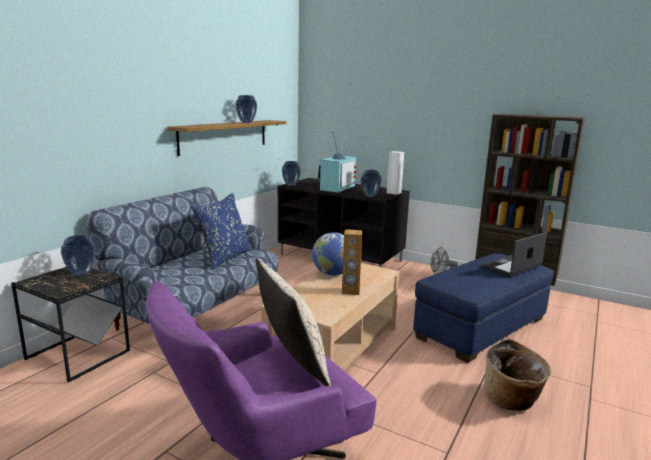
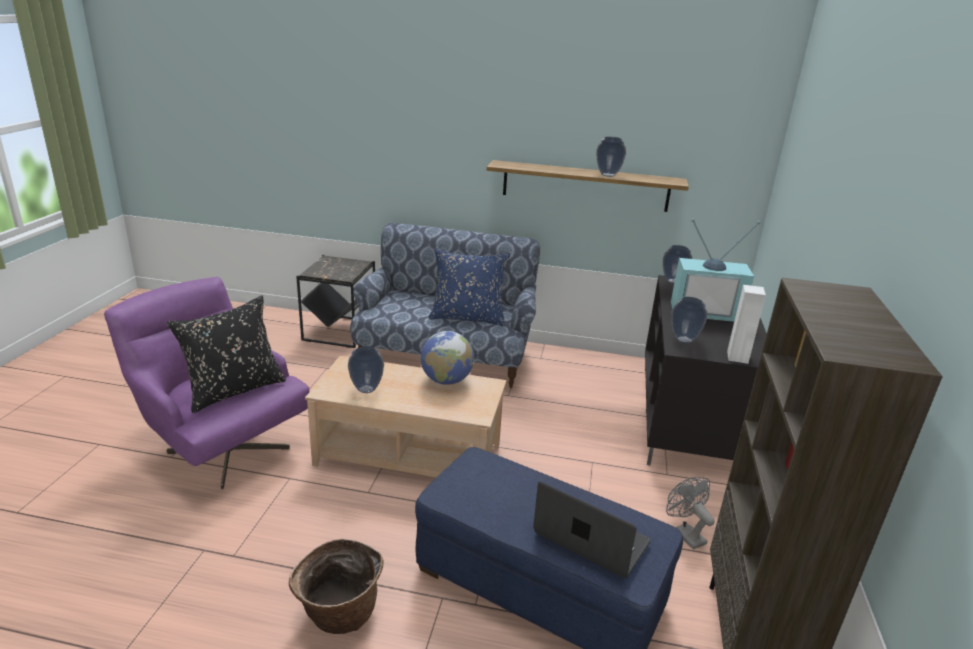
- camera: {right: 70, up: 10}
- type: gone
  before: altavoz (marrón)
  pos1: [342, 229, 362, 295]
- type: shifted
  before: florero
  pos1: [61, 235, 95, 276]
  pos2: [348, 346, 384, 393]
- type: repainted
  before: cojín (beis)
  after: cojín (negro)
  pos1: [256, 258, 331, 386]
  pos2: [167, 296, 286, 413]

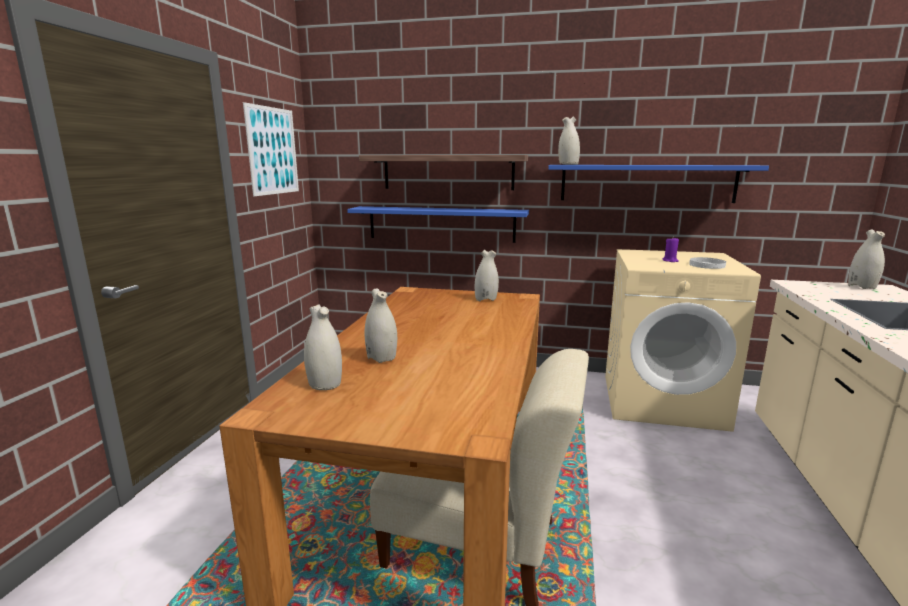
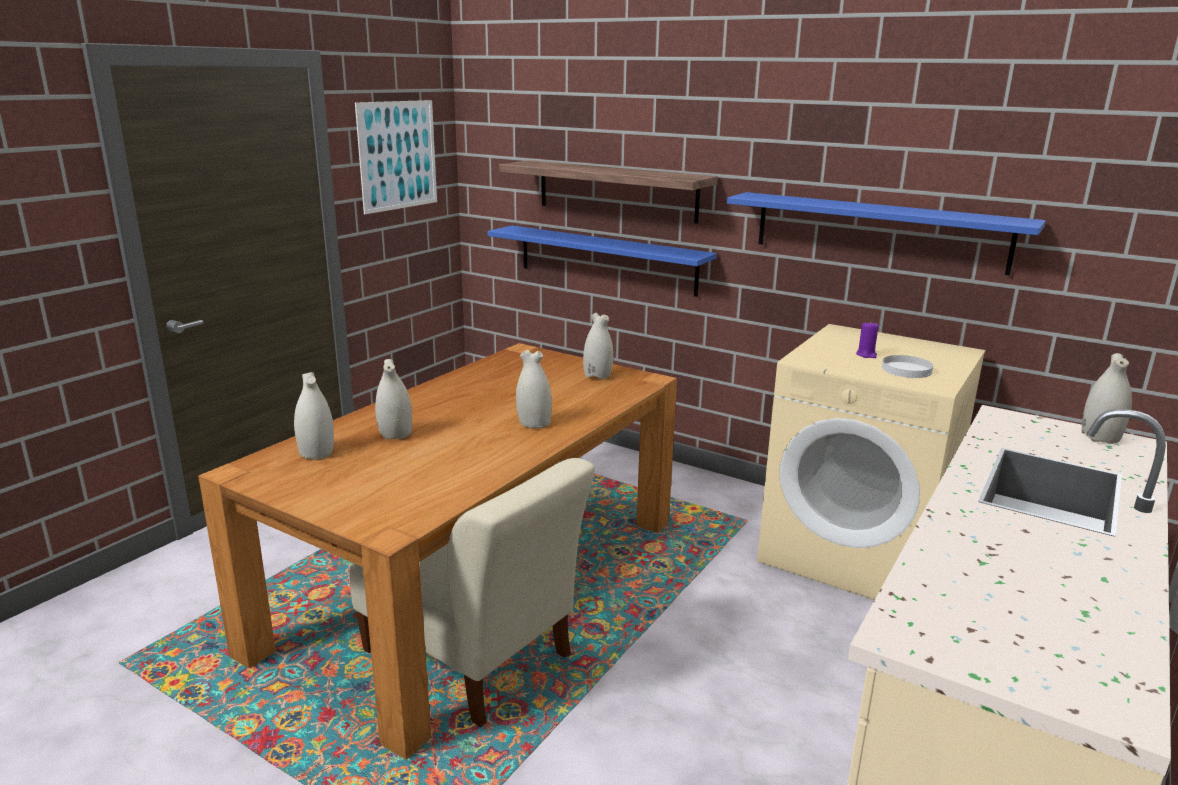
- camera: {right: 20, up: 5}
- type: shifted
  before: florero (blanco)
  pos1: [558, 117, 580, 165]
  pos2: [516, 350, 552, 429]

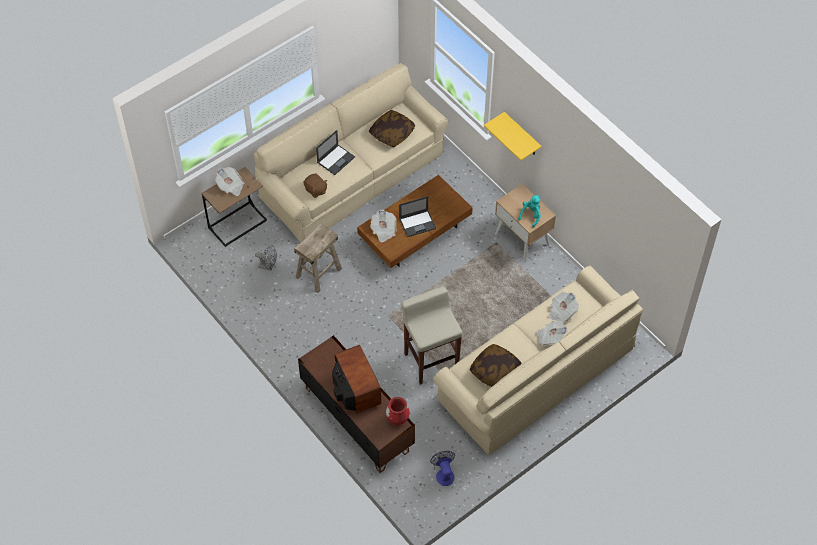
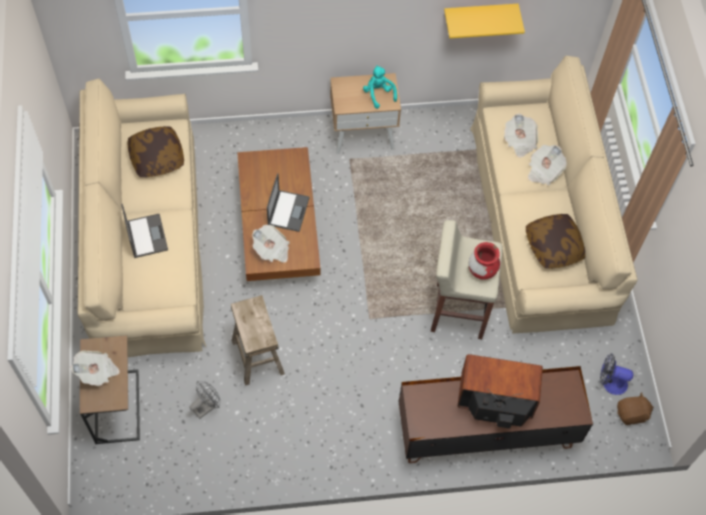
- camera: {right: -60, up: 5}
- type: shifted
  before: estante (amarillo)
  pos1: [484, 112, 541, 161]
  pos2: [444, 4, 525, 38]
- type: shifted
  before: peluche (marrón)
  pos1: [303, 173, 327, 198]
  pos2: [617, 392, 653, 425]
- type: shifted
  before: florero (rojo)
  pos1: [386, 397, 410, 425]
  pos2: [468, 242, 500, 280]

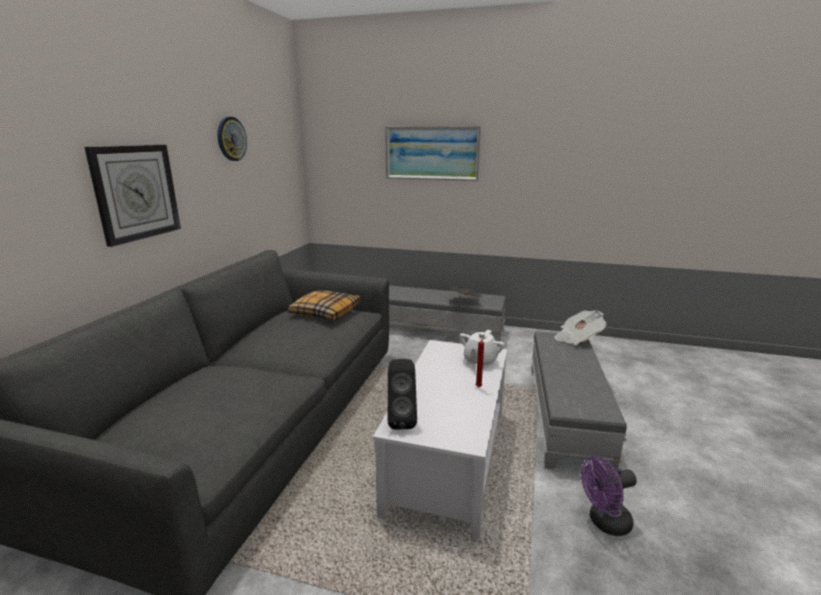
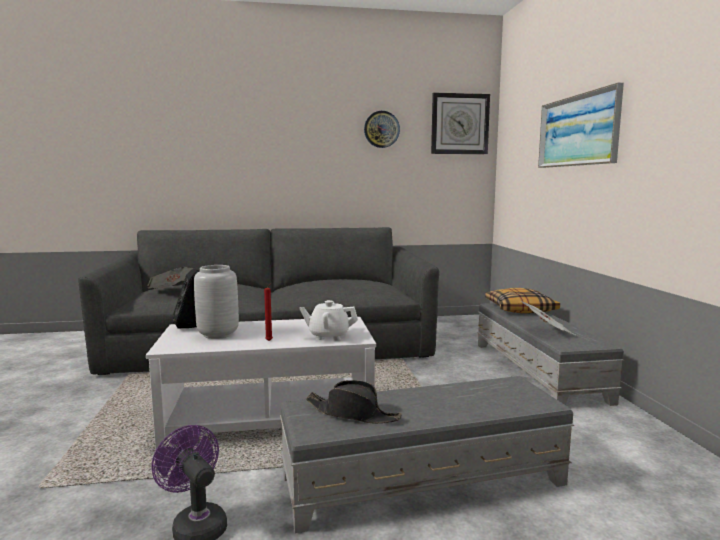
- camera: {right: 65, up: -10}
- type: shifted
  before: reloj de pared
  pos1: [84, 145, 181, 247]
  pos2: [431, 92, 490, 154]
- type: shifted
  before: cojín
  pos1: [288, 290, 360, 320]
  pos2: [485, 288, 560, 314]
- type: shifted
  before: periódico
  pos1: [554, 311, 606, 345]
  pos2: [148, 267, 194, 288]
- type: new
  after: florero (gris)
  pos2: [194, 265, 239, 339]
- type: new
  after: sombrero (negro)
  pos2: [306, 380, 402, 424]

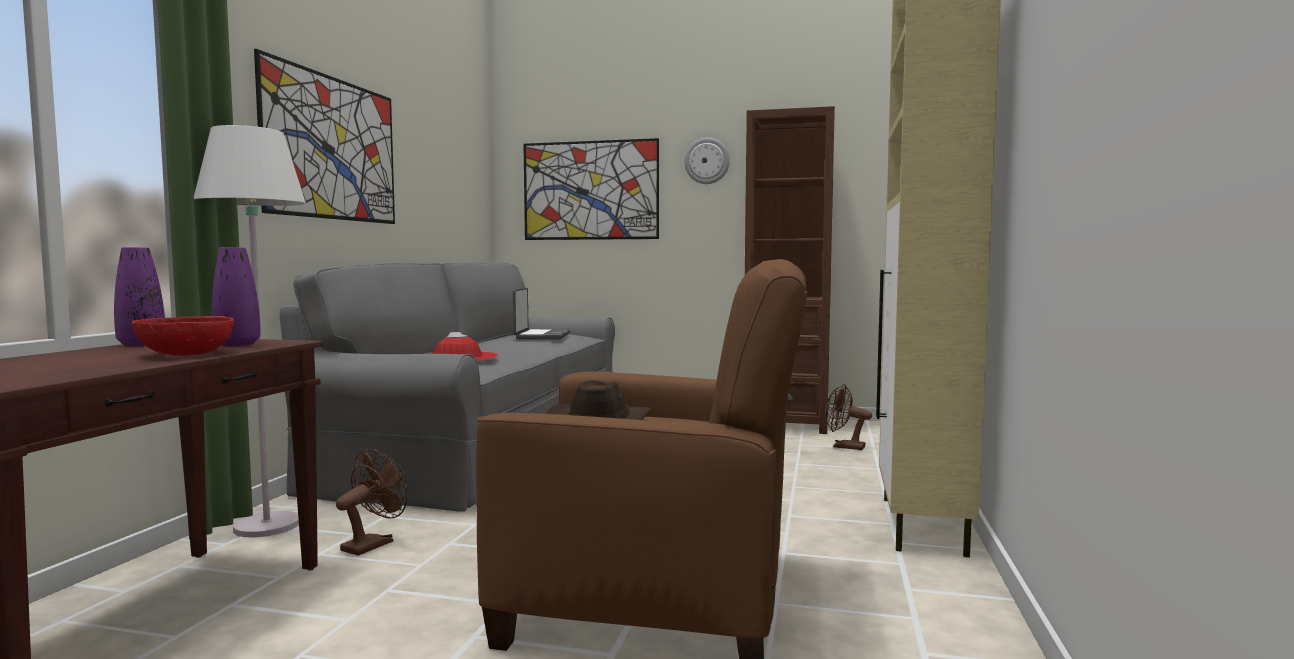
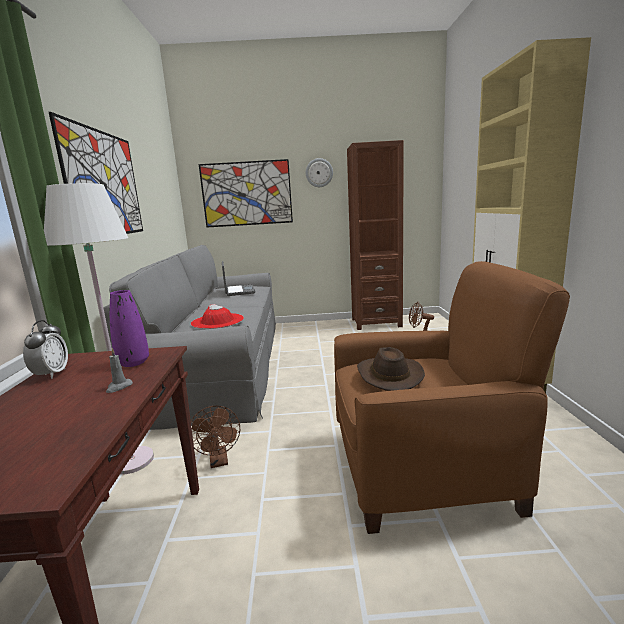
- camera: {right: -15, up: 10}
- type: swapped
  before: florero (morado)
  after: despertador
  pos1: [114, 247, 165, 346]
  pos2: [23, 320, 68, 379]
- type: swapped
  before: cuenco (rojo)
  after: vela (gris)
  pos1: [132, 316, 234, 356]
  pos2: [106, 348, 133, 393]
- type: rotated
  before: ventilador (marrón)
  pos1: [336, 449, 408, 556]
  pos2: [191, 406, 240, 468]
  turn: 150

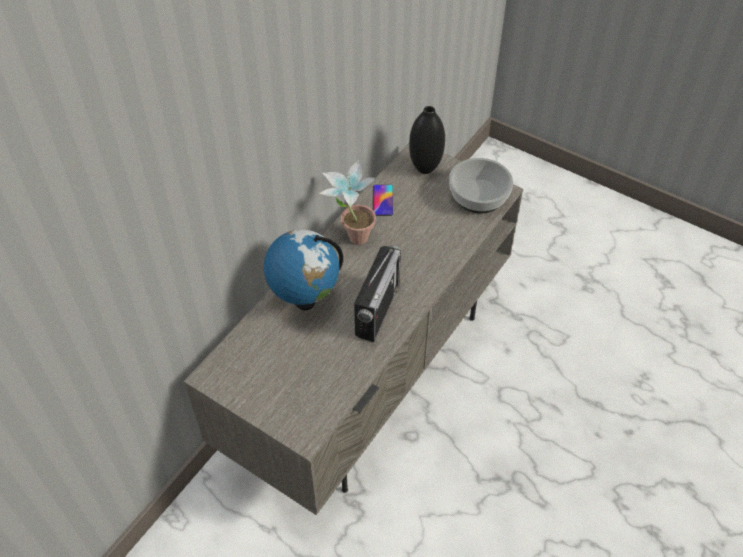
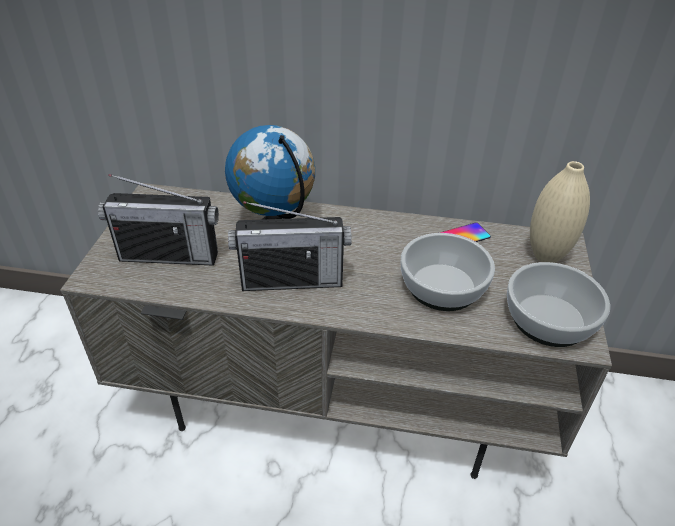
- camera: {right: 65, up: -10}
- type: repainted
  before: florero (negro)
  after: florero (beis)
  pos1: [409, 106, 445, 174]
  pos2: [530, 161, 590, 263]
- type: gone
  before: planta en maceta
  pos1: [319, 158, 376, 245]
- type: new
  after: radio
  pos2: [98, 174, 219, 266]
- type: new
  after: cuenco
  pos2: [401, 233, 495, 311]

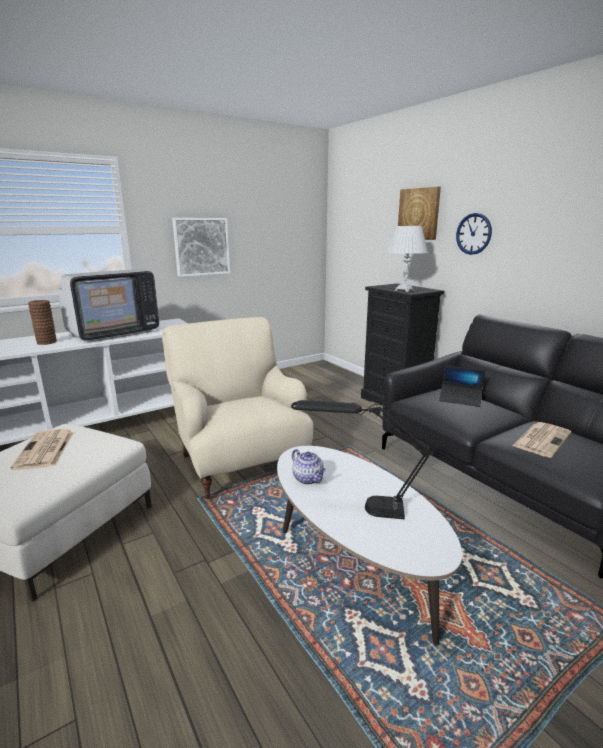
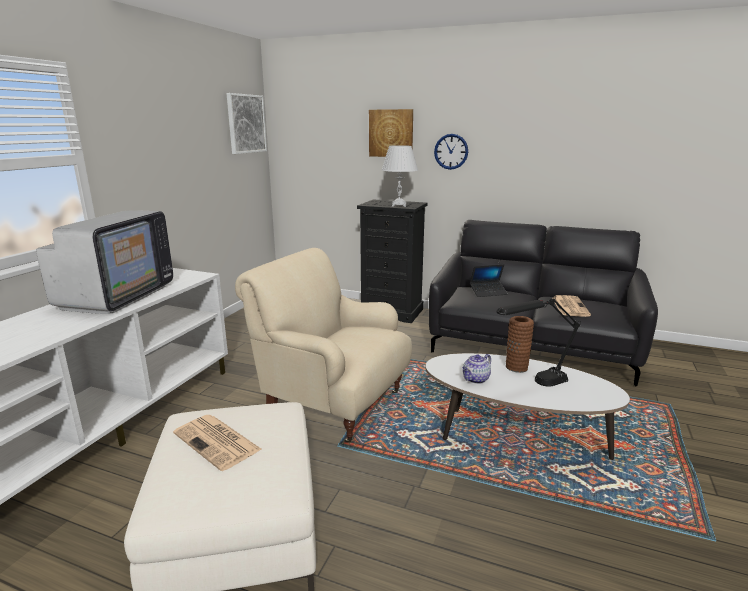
- camera: {right: -35, up: 0}
- type: shifted
  before: cuadro
  pos1: [172, 218, 230, 277]
  pos2: [226, 93, 267, 154]
- type: shifted
  before: florero (marrón)
  pos1: [28, 300, 57, 345]
  pos2: [506, 316, 534, 373]
- type: rotated
  before: tetera
  pos1: [292, 449, 326, 484]
  pos2: [462, 354, 491, 384]
  turn: 120

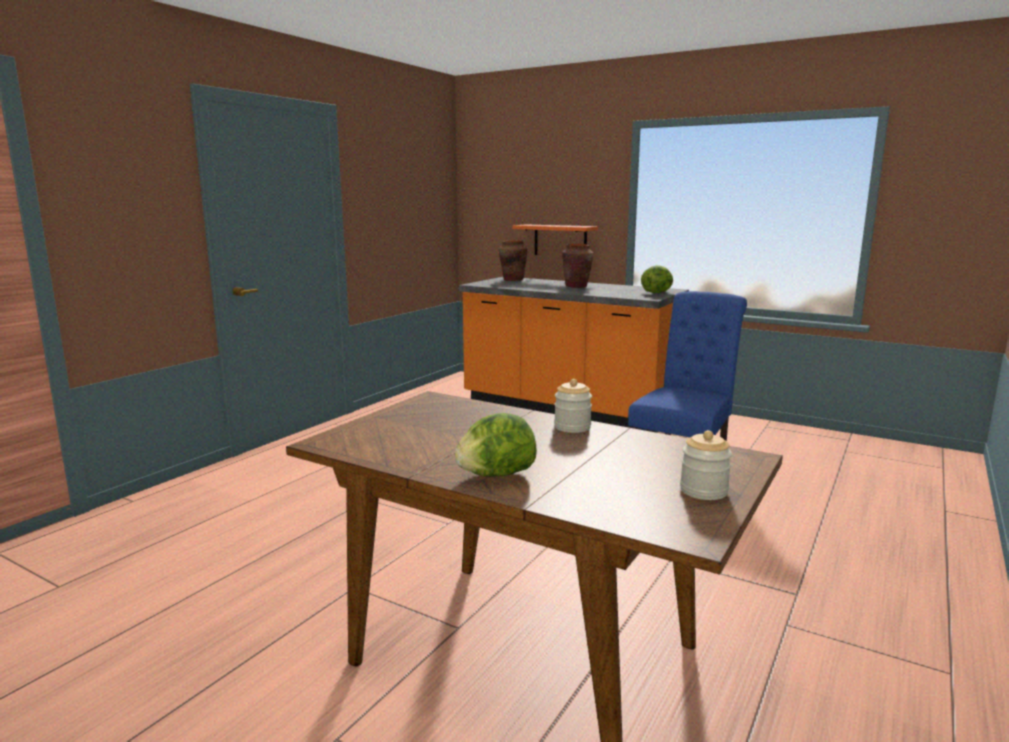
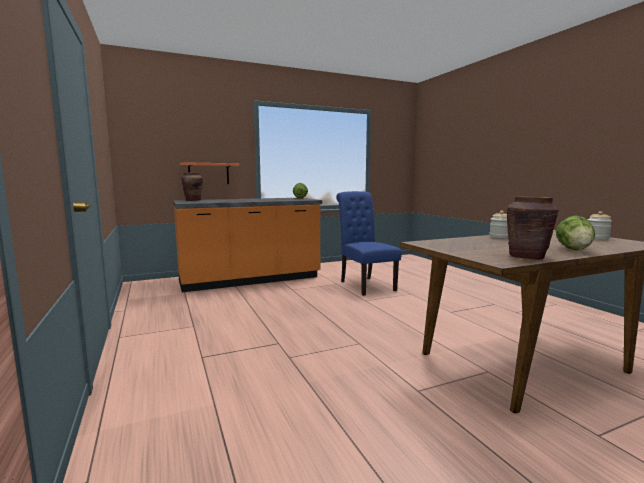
- camera: {right: -55, up: -5}
- type: shifted
  before: florero (marrón)
  pos1: [562, 244, 593, 288]
  pos2: [507, 196, 559, 260]

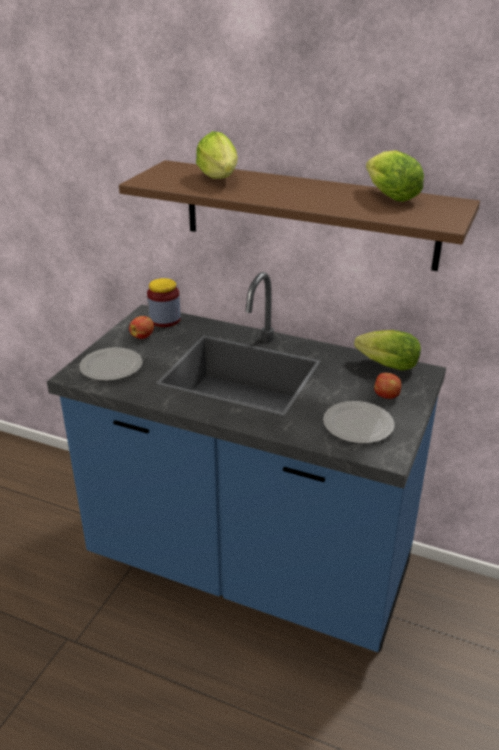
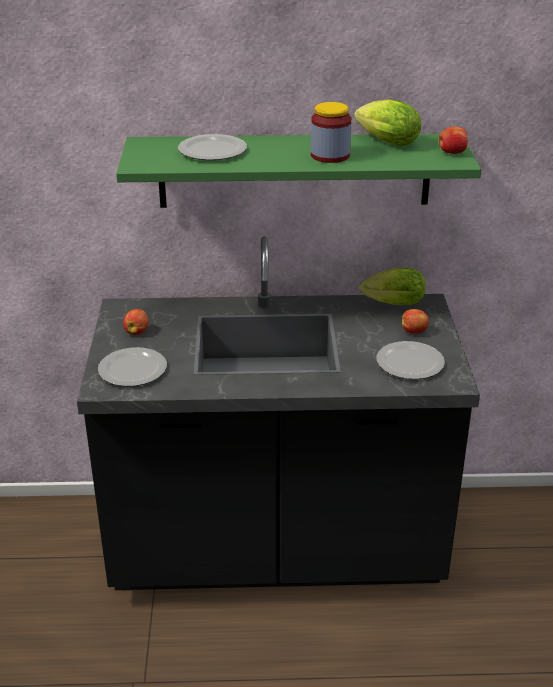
- camera: {right: -25, up: 0}
- type: swapped
  before: lechuga
  after: plato
  pos1: [196, 131, 238, 179]
  pos2: [178, 134, 247, 160]
- type: repainted
  before: estante (marrón)
  after: estante (verde)
  pos1: [119, 160, 480, 271]
  pos2: [116, 134, 481, 208]
- type: repainted
  before: mueble bajo de cocina (azul)
  after: mueble bajo de cocina (negro)
  pos1: [47, 272, 446, 652]
  pos2: [77, 237, 480, 590]
- type: shifted
  before: tarro
  pos1: [147, 278, 181, 327]
  pos2: [311, 102, 351, 163]
- type: new
  after: manzana
  pos2: [439, 127, 468, 154]

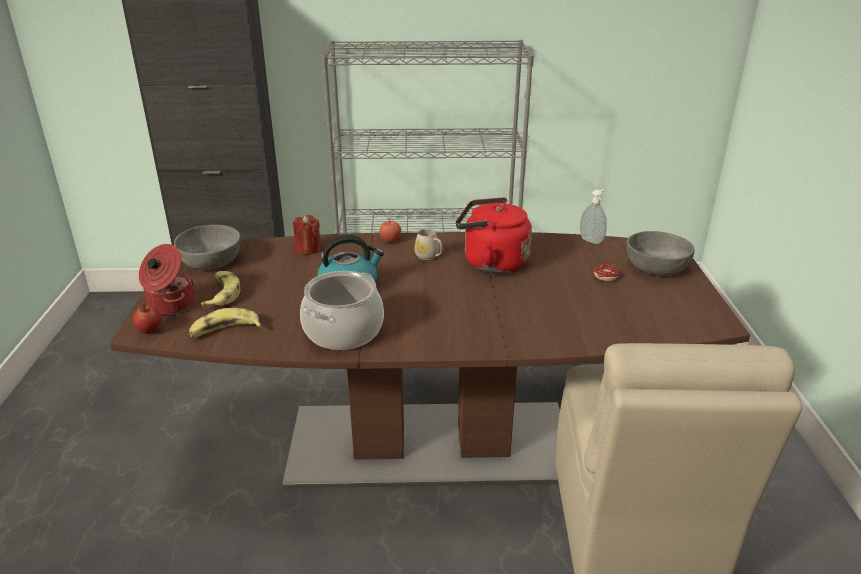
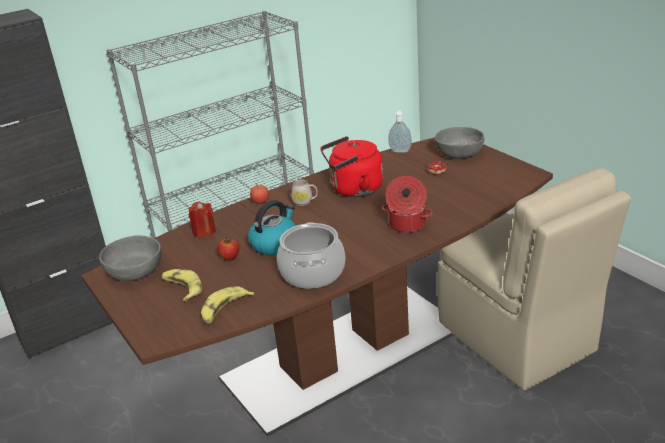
- camera: {right: -30, up: 0}
- type: shifted
  before: olla
  pos1: [139, 244, 195, 315]
  pos2: [382, 176, 433, 233]
- type: shifted
  before: manzana
  pos1: [133, 304, 162, 334]
  pos2: [218, 237, 240, 261]

